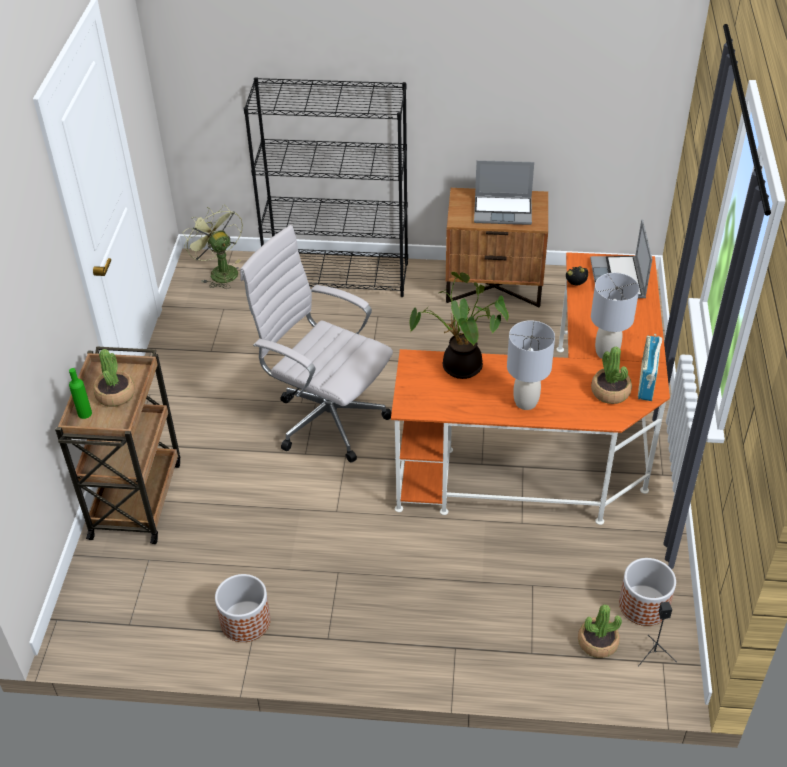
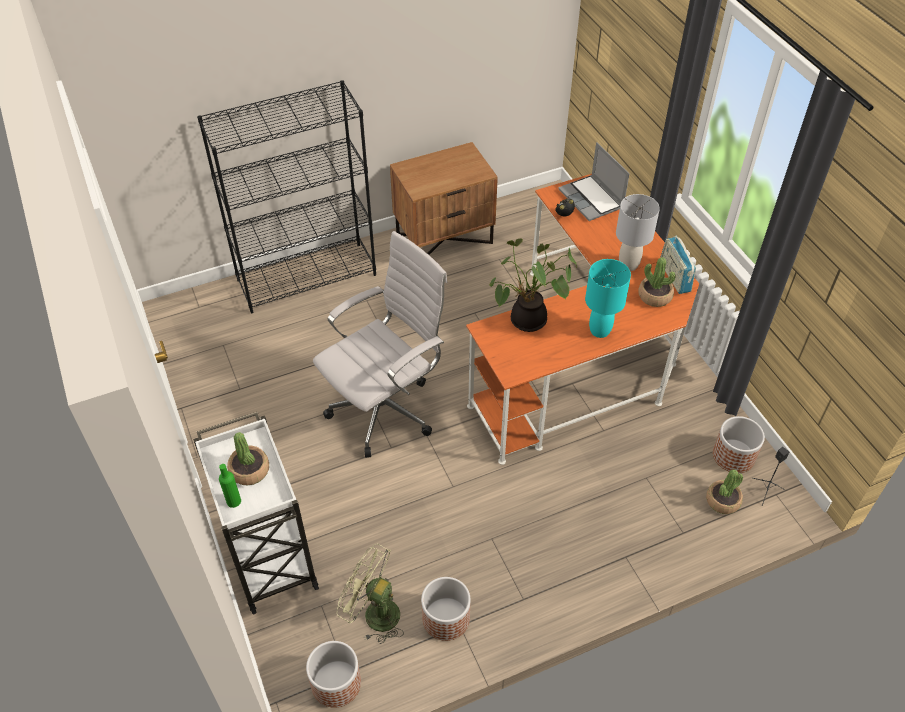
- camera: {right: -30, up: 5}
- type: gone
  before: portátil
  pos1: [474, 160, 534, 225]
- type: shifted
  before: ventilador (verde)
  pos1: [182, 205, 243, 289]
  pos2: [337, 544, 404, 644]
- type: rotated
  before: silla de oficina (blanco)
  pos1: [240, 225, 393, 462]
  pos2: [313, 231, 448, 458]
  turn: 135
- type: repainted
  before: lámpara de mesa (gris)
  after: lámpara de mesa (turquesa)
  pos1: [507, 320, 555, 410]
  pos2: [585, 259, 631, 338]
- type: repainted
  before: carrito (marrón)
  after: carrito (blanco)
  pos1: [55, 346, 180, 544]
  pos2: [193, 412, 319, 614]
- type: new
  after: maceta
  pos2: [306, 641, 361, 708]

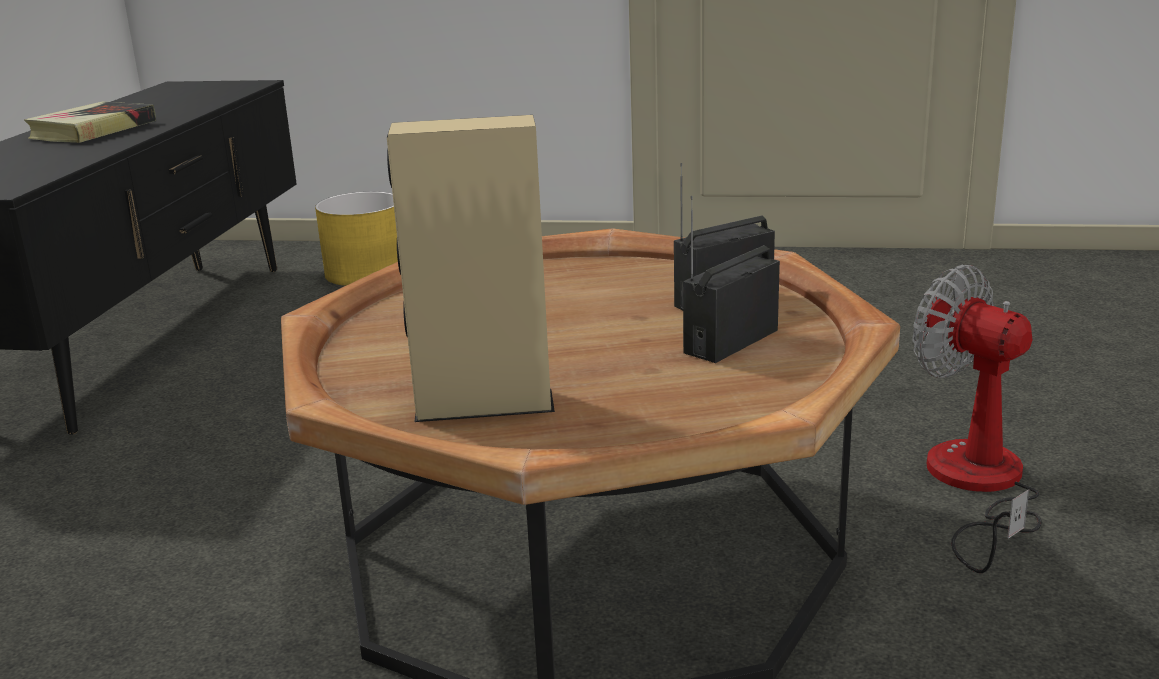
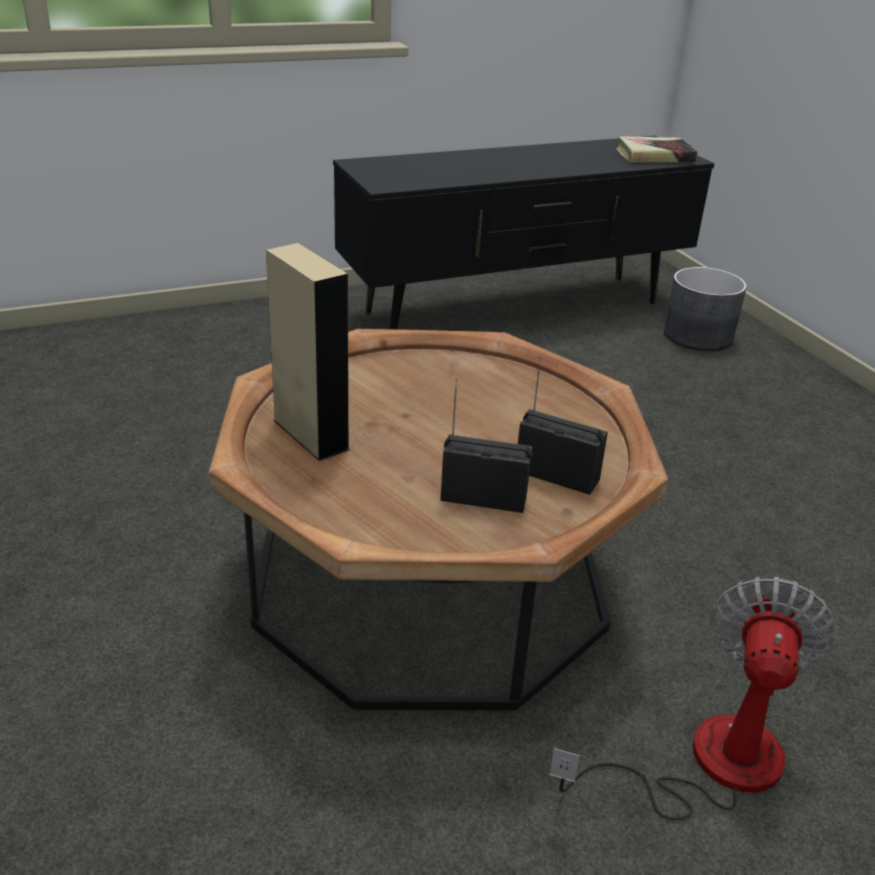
- camera: {right: 55, up: 10}
- type: shifted
  before: libro
  pos1: [24, 101, 156, 143]
  pos2: [616, 136, 698, 162]
- type: repainted
  before: maceta (amarillo)
  after: maceta (gris)
  pos1: [315, 192, 398, 286]
  pos2: [664, 267, 747, 351]

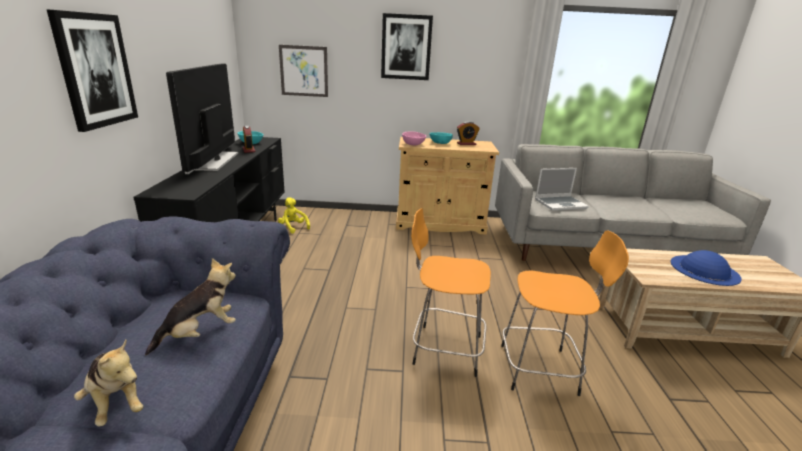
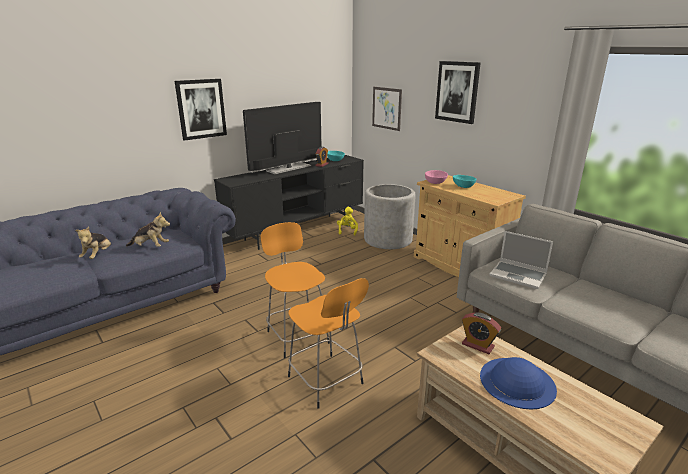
- camera: {right: 50, up: 0}
- type: shifted
  before: despertador
  pos1: [457, 121, 480, 145]
  pos2: [462, 313, 501, 354]
- type: new
  after: maceta (gris)
  pos2: [364, 184, 416, 249]

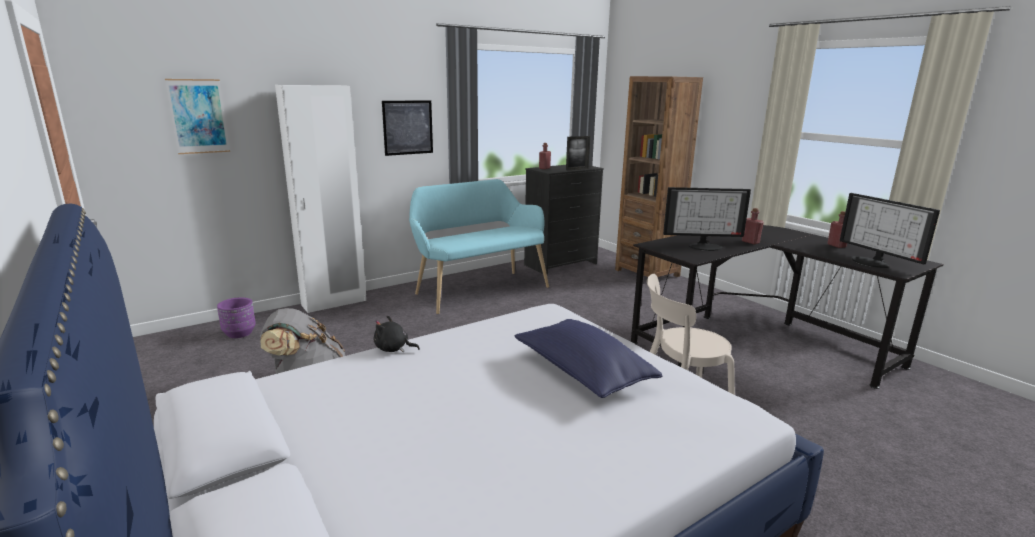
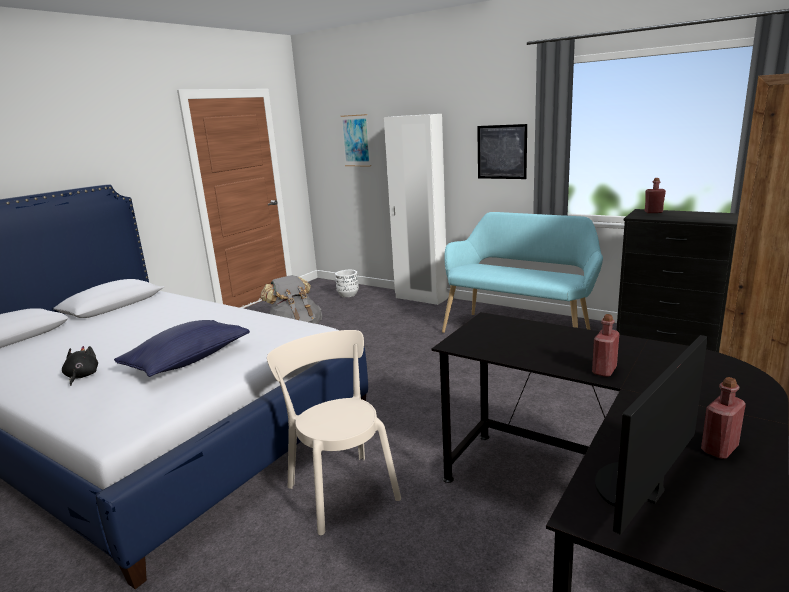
- camera: {right: 70, up: 0}
- type: gone
  before: portarretratos
  pos1: [566, 136, 590, 170]
- type: gone
  before: monitor
  pos1: [663, 187, 751, 251]
- type: repainted
  before: maceta (morado)
  after: maceta (blanco)
  pos1: [217, 298, 256, 338]
  pos2: [335, 270, 359, 297]
- type: shifted
  before: peluche (negro)
  pos1: [374, 316, 420, 352]
  pos2: [62, 346, 98, 386]

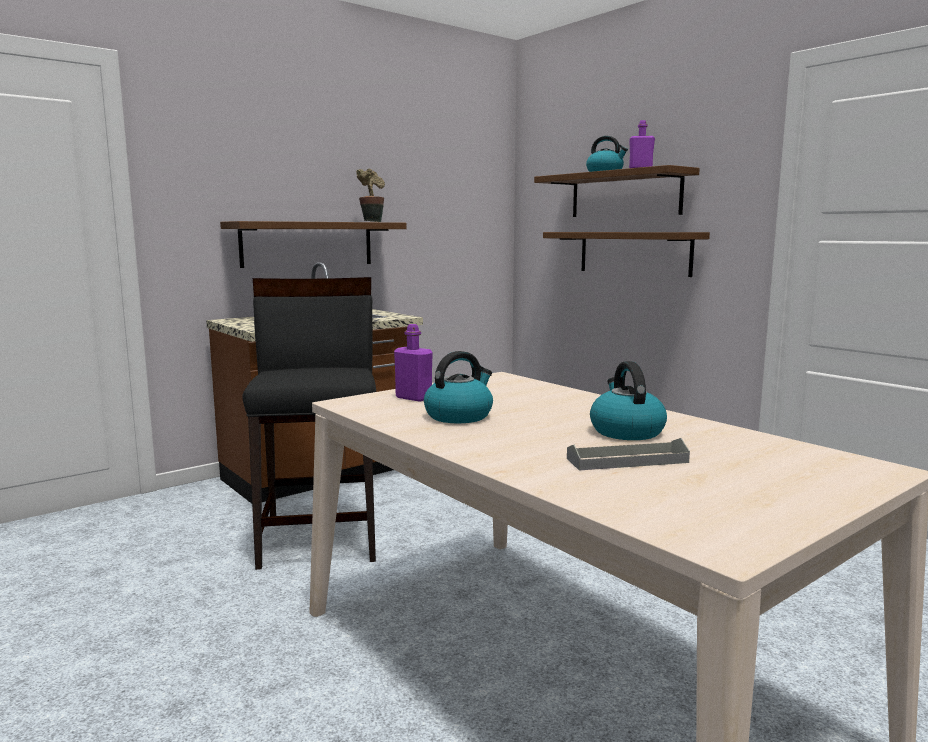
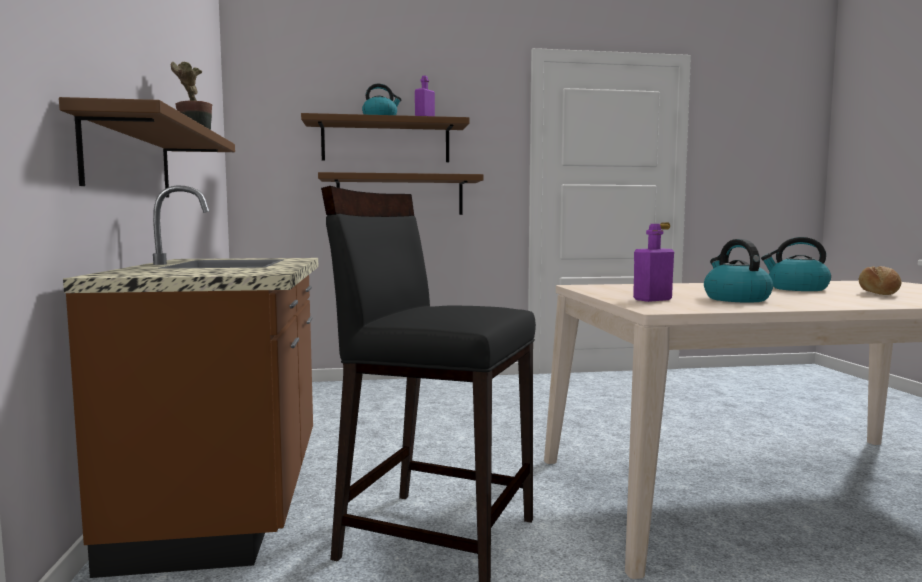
- camera: {right: -60, up: -5}
- type: swapped
  before: bandeja (gris)
  after: pan
  pos1: [567, 438, 690, 470]
  pos2: [858, 266, 902, 295]

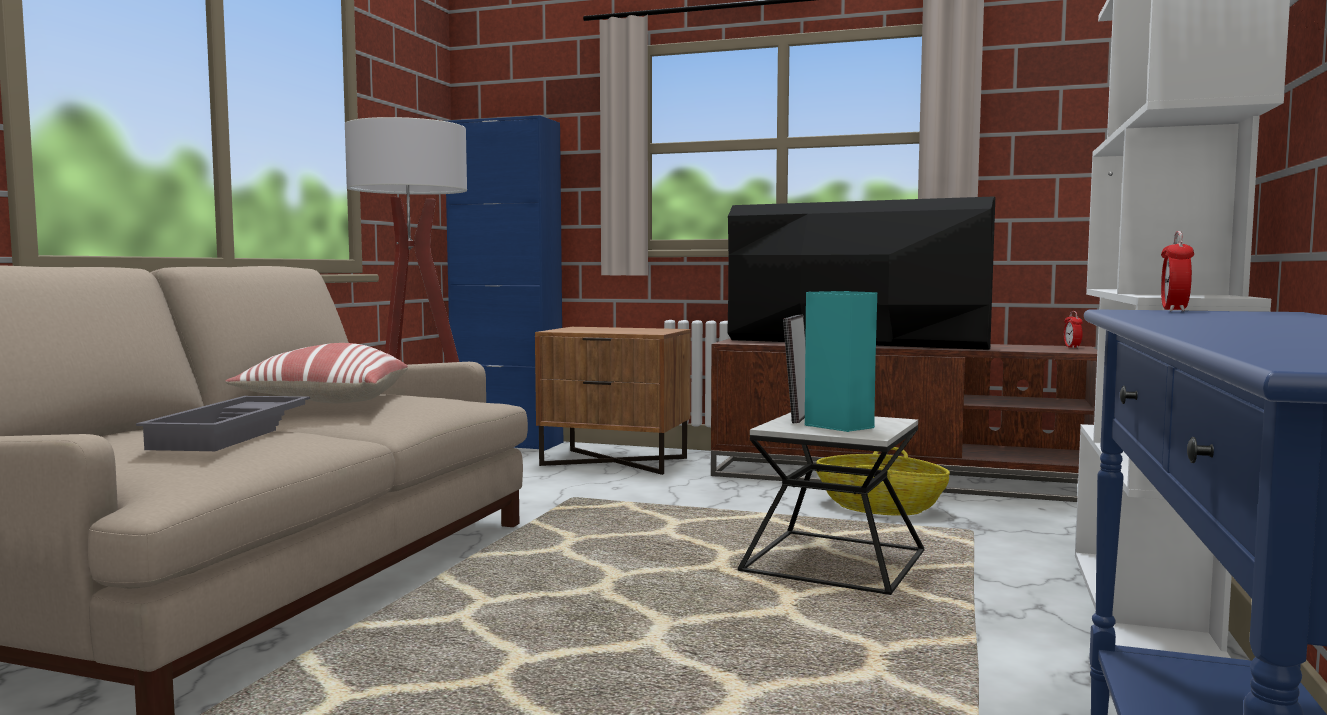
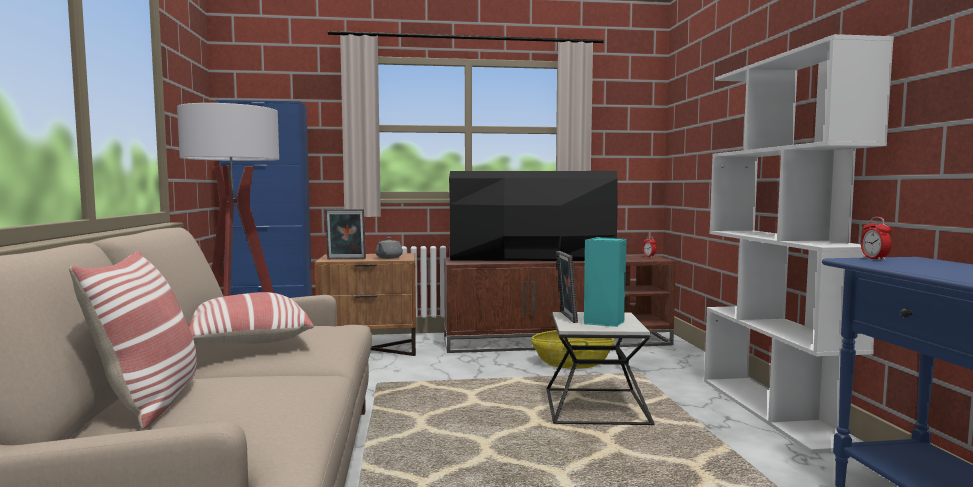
- camera: {right: -25, up: 0}
- type: gone
  before: bandeja (gris)
  pos1: [136, 396, 310, 451]
- type: new
  after: portarretratos
  pos2: [325, 209, 366, 259]
- type: new
  after: tetera (gris)
  pos2: [375, 237, 403, 259]
- type: new
  after: cojín
  pos2: [69, 250, 197, 430]

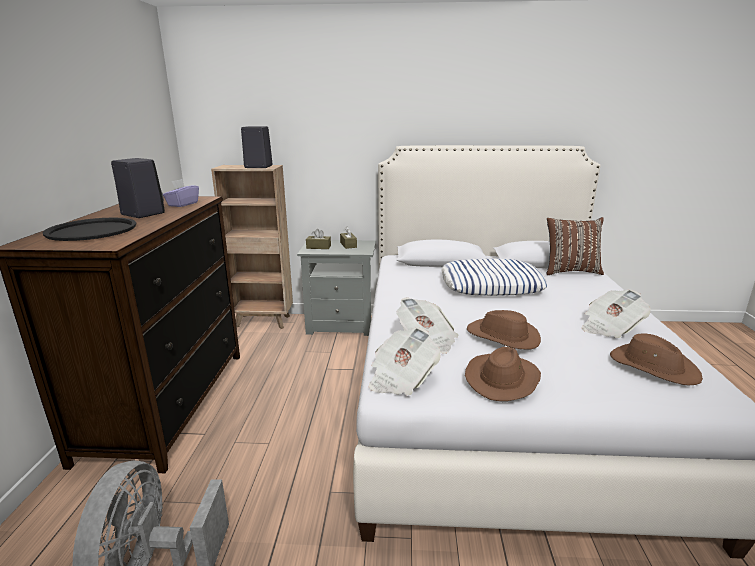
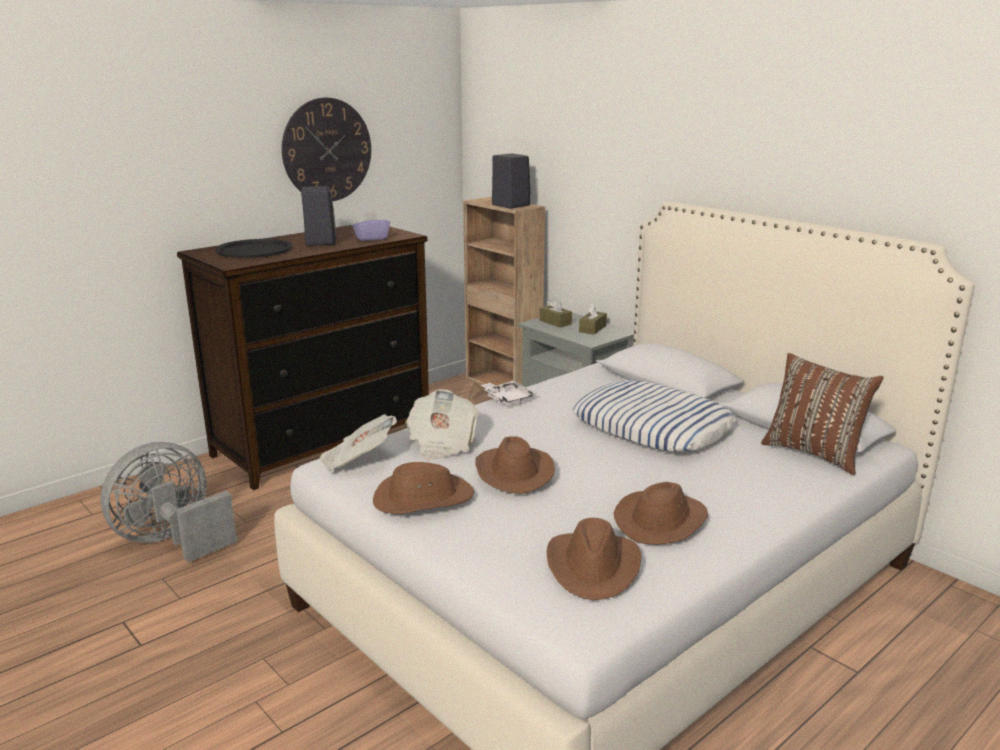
- camera: {right: 45, up: 0}
- type: swapped
  before: periódico
  after: sombrero (marrón)
  pos1: [582, 290, 651, 338]
  pos2: [614, 482, 708, 545]
- type: new
  after: reloj de pared
  pos2: [282, 98, 371, 201]
- type: new
  after: bandeja (blanco)
  pos2: [481, 381, 536, 407]

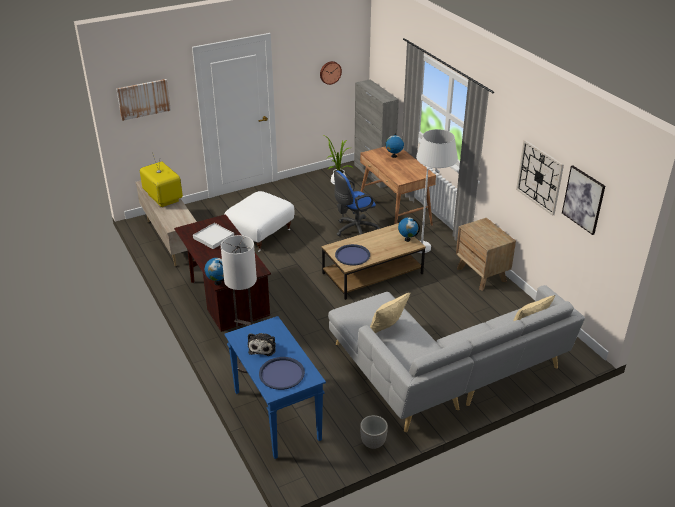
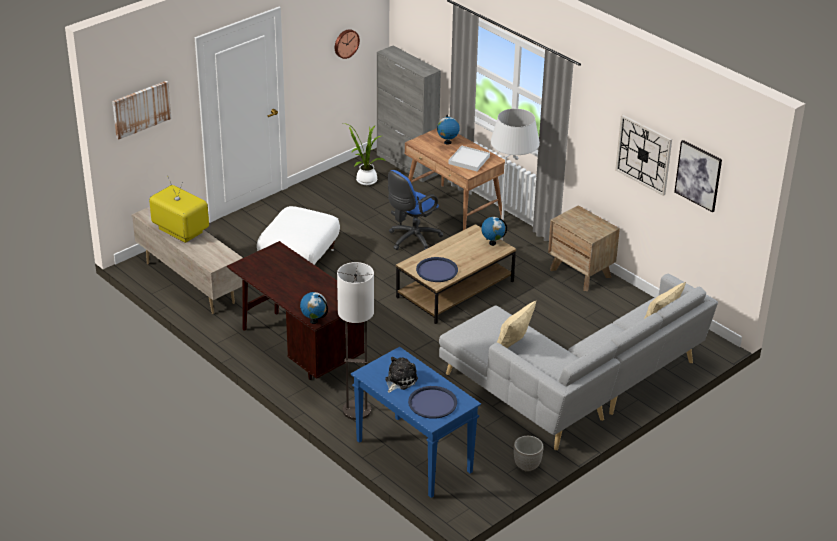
- camera: {right: -15, up: 0}
- type: shifted
  before: bandeja (blanco)
  pos1: [193, 223, 234, 249]
  pos2: [448, 146, 490, 171]
- type: rotated
  before: peluche
  pos1: [248, 333, 276, 356]
  pos2: [385, 357, 418, 393]
  turn: -135

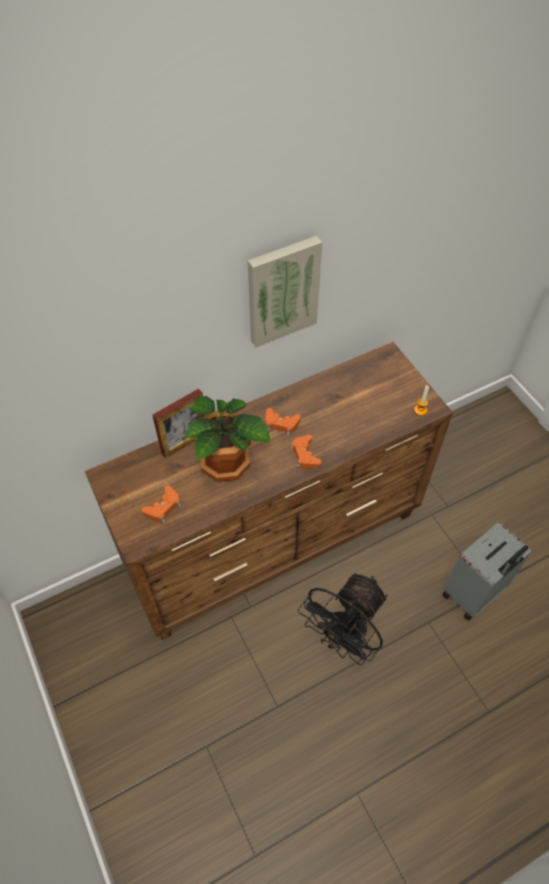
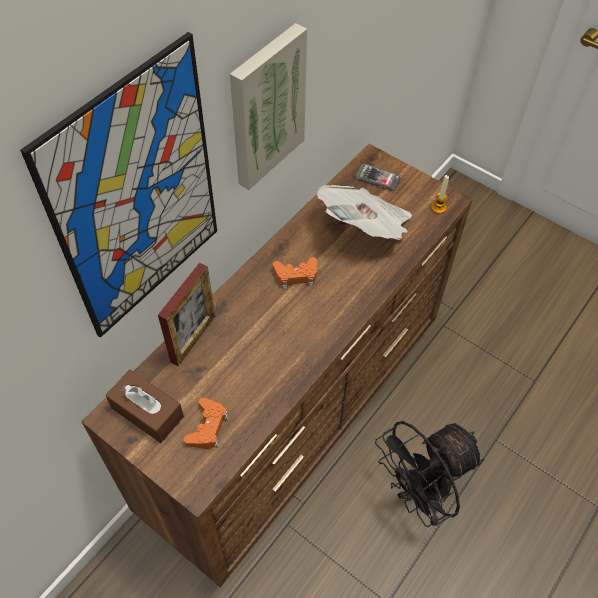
- camera: {right: -25, up: 0}
- type: gone
  before: planta en maceta
  pos1: [184, 396, 271, 482]
- type: gone
  before: mando de consola (naranja)
  pos1: [291, 435, 322, 469]
- type: gone
  before: maleta (gris)
  pos1: [442, 522, 532, 621]
- type: rotated
  before: ventilador (negro)
  pos1: [298, 573, 388, 665]
  pos2: [375, 421, 484, 527]
  turn: 45
- type: new
  after: cuadro
  pos2: [20, 32, 217, 338]
- type: new
  after: móvil
  pos2: [355, 164, 401, 191]
- type: new
  after: periódico
  pos2: [317, 185, 412, 240]
- type: new
  after: caja de pañuelos (marrón)
  pos2: [106, 370, 184, 443]

